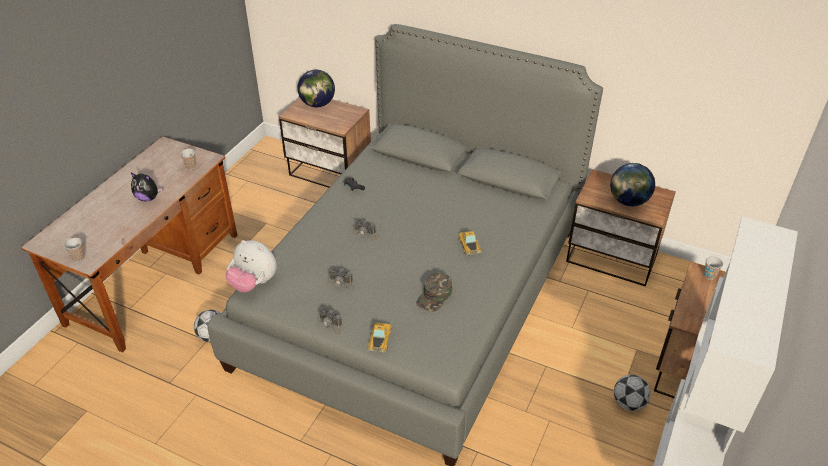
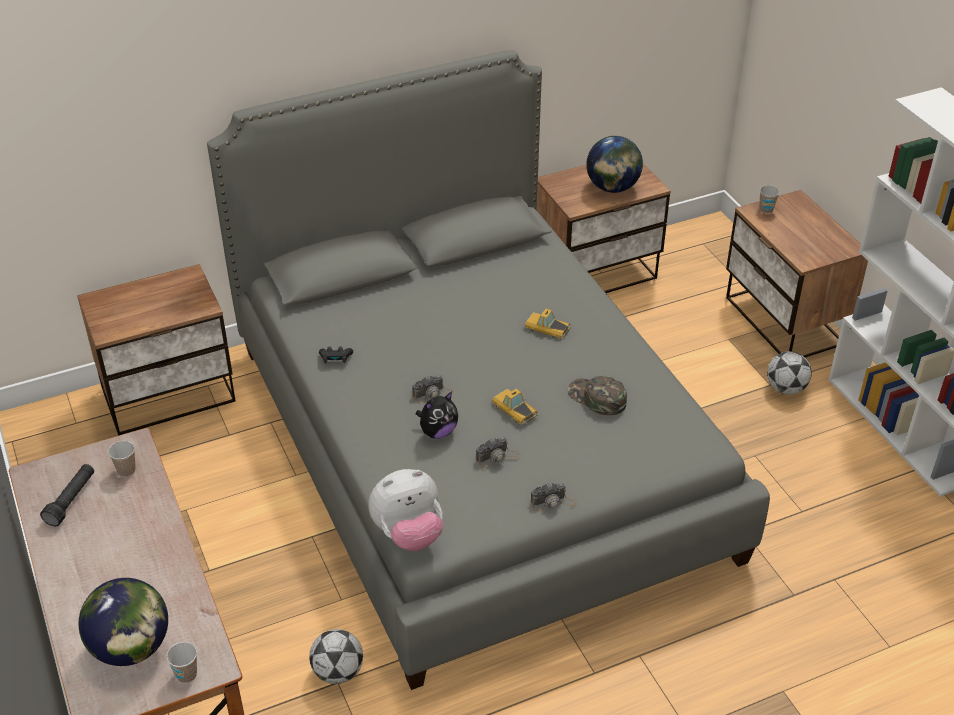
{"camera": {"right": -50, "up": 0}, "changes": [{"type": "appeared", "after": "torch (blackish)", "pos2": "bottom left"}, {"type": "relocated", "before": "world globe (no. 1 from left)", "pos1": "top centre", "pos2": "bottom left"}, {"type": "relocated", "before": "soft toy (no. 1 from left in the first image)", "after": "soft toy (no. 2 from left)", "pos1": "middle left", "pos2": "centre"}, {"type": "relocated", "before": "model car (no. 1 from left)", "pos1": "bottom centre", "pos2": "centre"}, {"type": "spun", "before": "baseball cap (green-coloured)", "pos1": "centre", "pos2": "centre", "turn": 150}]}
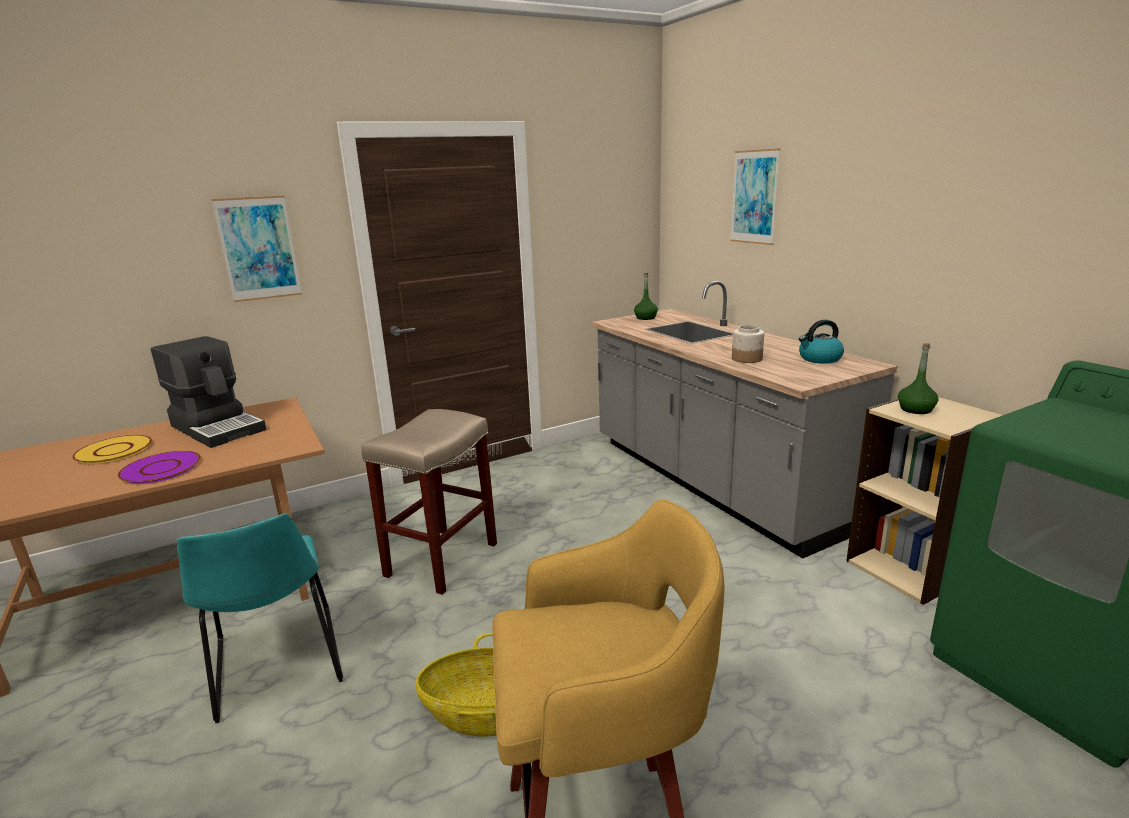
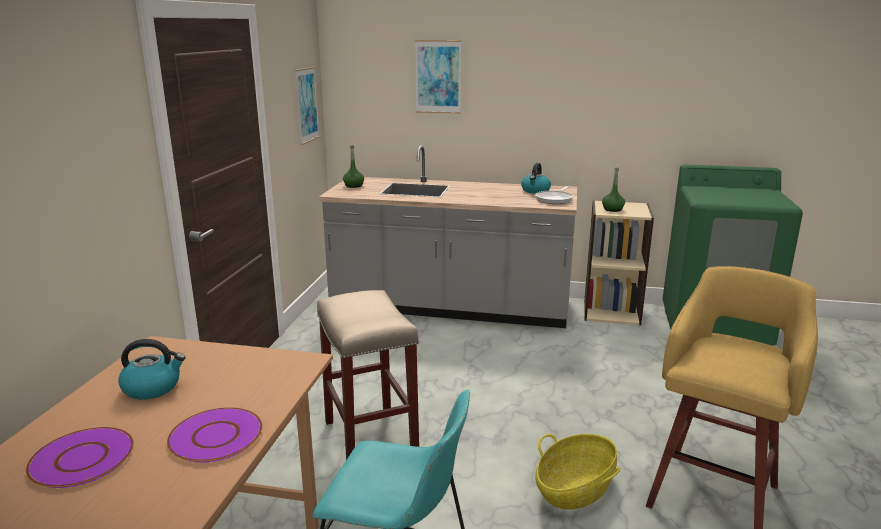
{"camera": {"right": -50, "up": 0}, "changes": [{"type": "colour", "before": "dinner plate (yellow)", "after": "dinner plate (purple-coloured) (no. 1 from left)", "pos1": "middle left", "pos2": "bottom left"}, {"type": "exchanged", "before": "coffee machine", "after": "tea kettle (no. 1 from left)", "pos1": "middle left", "pos2": "bottom left"}, {"type": "relocated", "before": "picture (no. 1 from left)", "pos1": "top left", "pos2": "top centre"}, {"type": "appeared", "after": "frying pan", "pos2": "centre"}, {"type": "missing", "before": "storage jar", "pos1": "centre"}]}
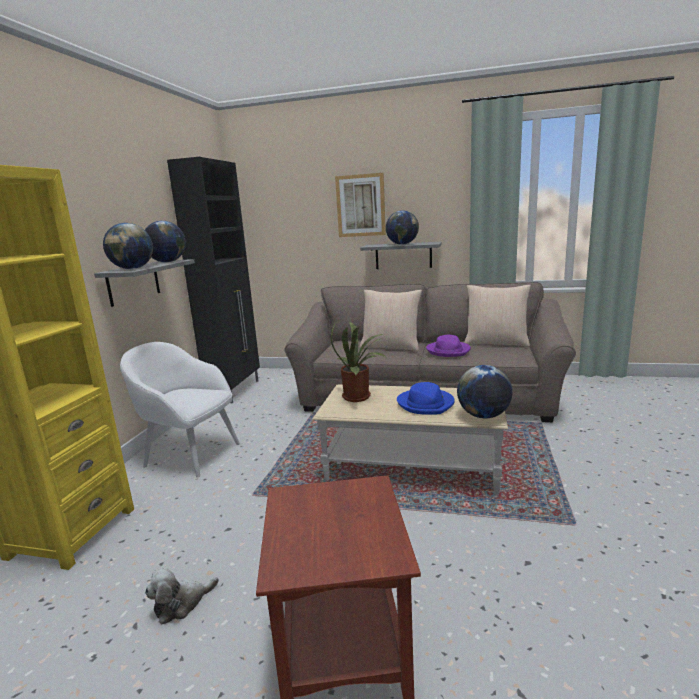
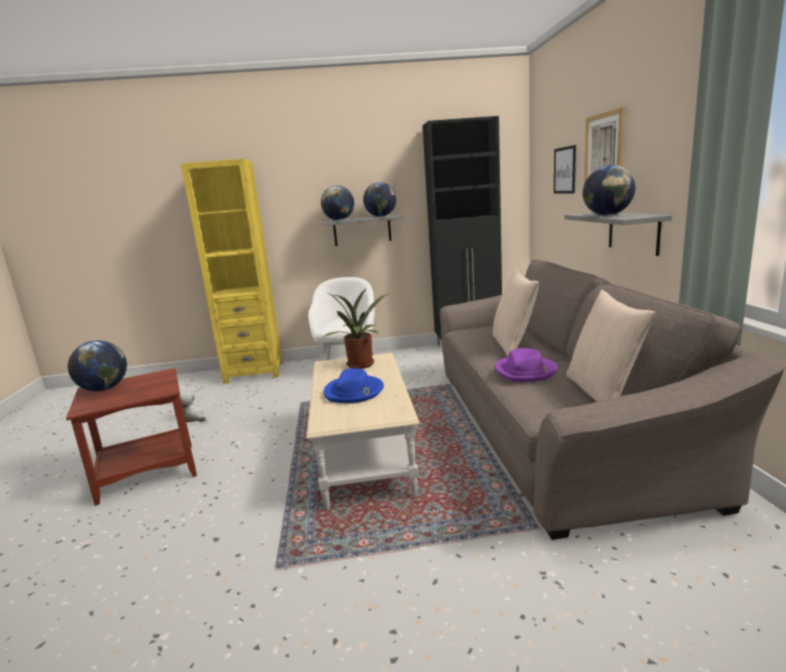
{"camera": {"right": 70, "up": 0}, "changes": [{"type": "relocated", "before": "world globe (no. 4 from left in the first image)", "after": "world globe (no. 1 from left)", "pos1": "middle right", "pos2": "middle left"}, {"type": "appeared", "after": "picture (no. 1 from left)", "pos2": "top right"}]}
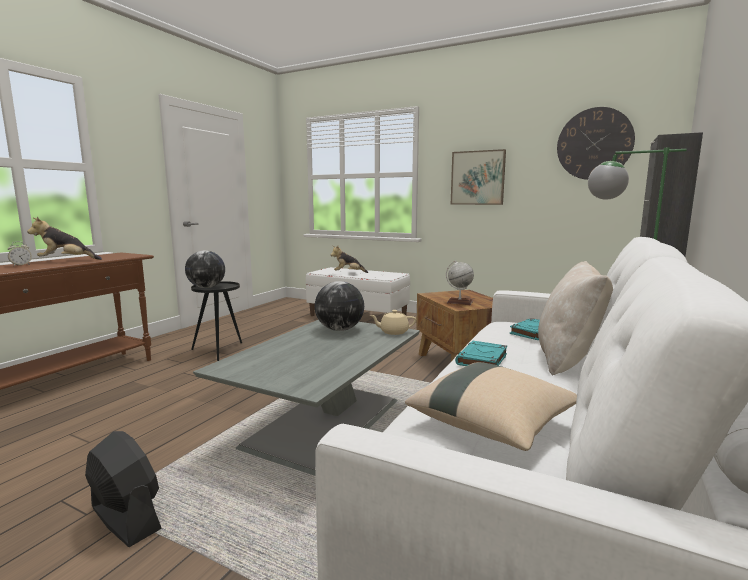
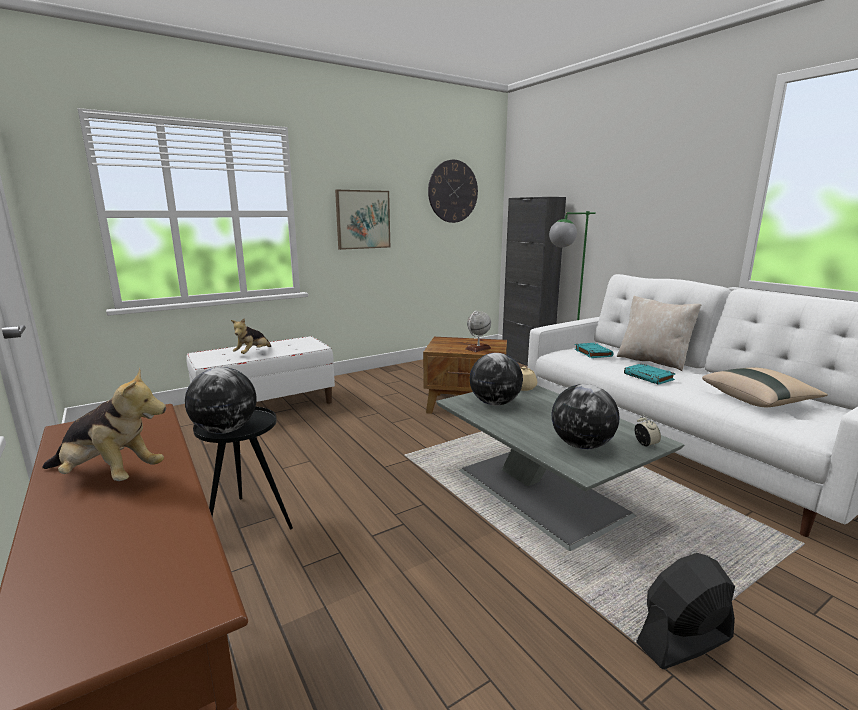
{"camera": {"right": -60, "up": 5}, "changes": [{"type": "spun", "before": "soft toy (no. 1 from left)", "pos1": "middle left", "pos2": "middle left", "turn": -90}, {"type": "appeared", "after": "world globe (no. 4 from left)", "pos2": "middle right"}, {"type": "relocated", "before": "table clock", "pos1": "middle left", "pos2": "middle right"}]}
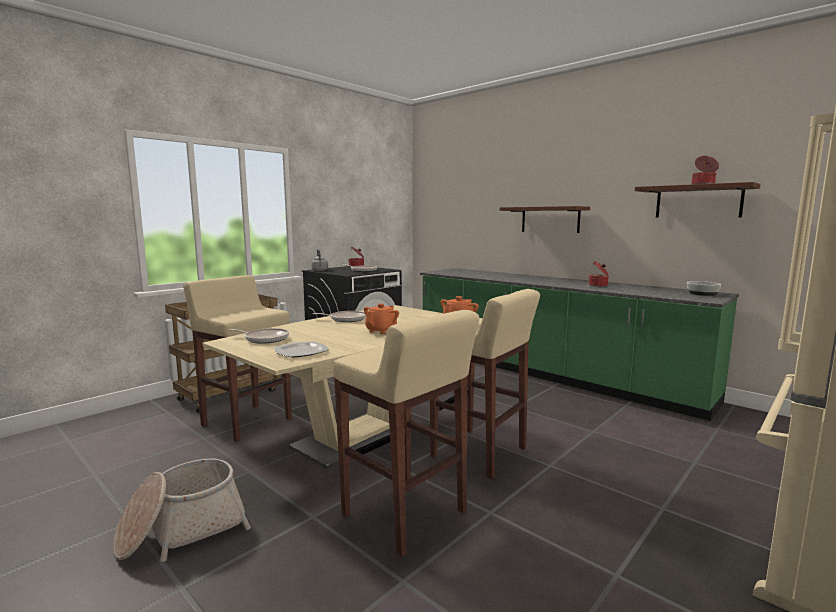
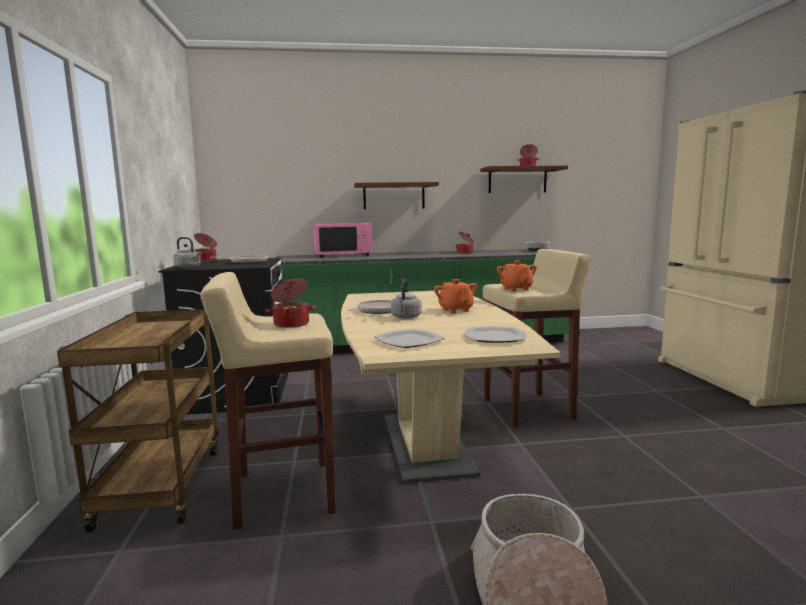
{"camera": {"right": -50, "up": 0}, "changes": [{"type": "appeared", "after": "saucepot (no. 2 from left)", "pos2": "centre"}, {"type": "appeared", "after": "microwave oven (pink)", "pos2": "centre"}, {"type": "exchanged", "before": "frying pan (no. 1 from left)", "after": "dinner plate (no. 1 from left)", "pos1": "middle left", "pos2": "centre"}, {"type": "appeared", "after": "tea kettle (grey) (no. 2 from left)", "pos2": "centre"}, {"type": "missing", "before": "stool (sand-coloured) (no. 2 from left)", "pos1": "bottom centre"}]}
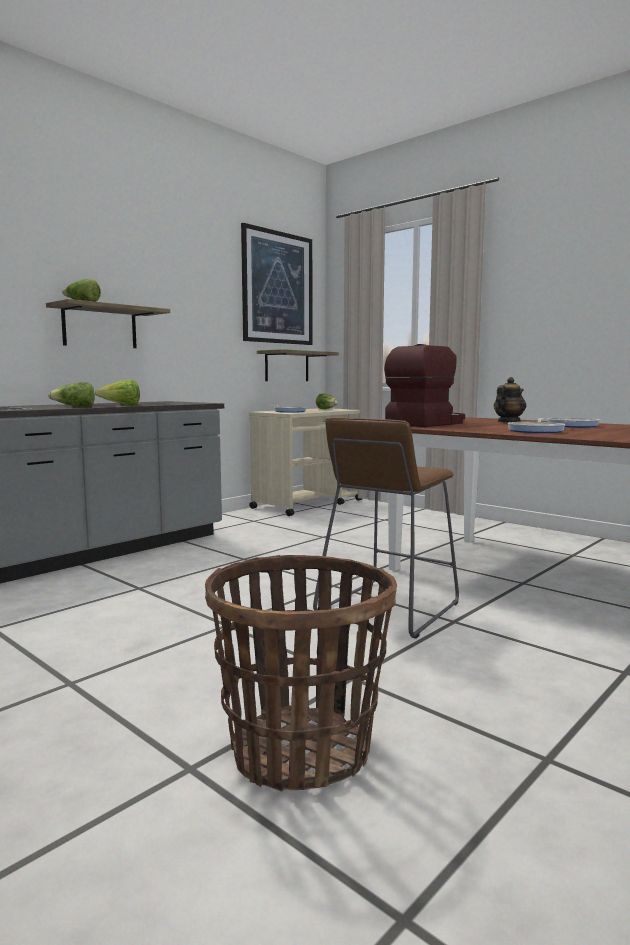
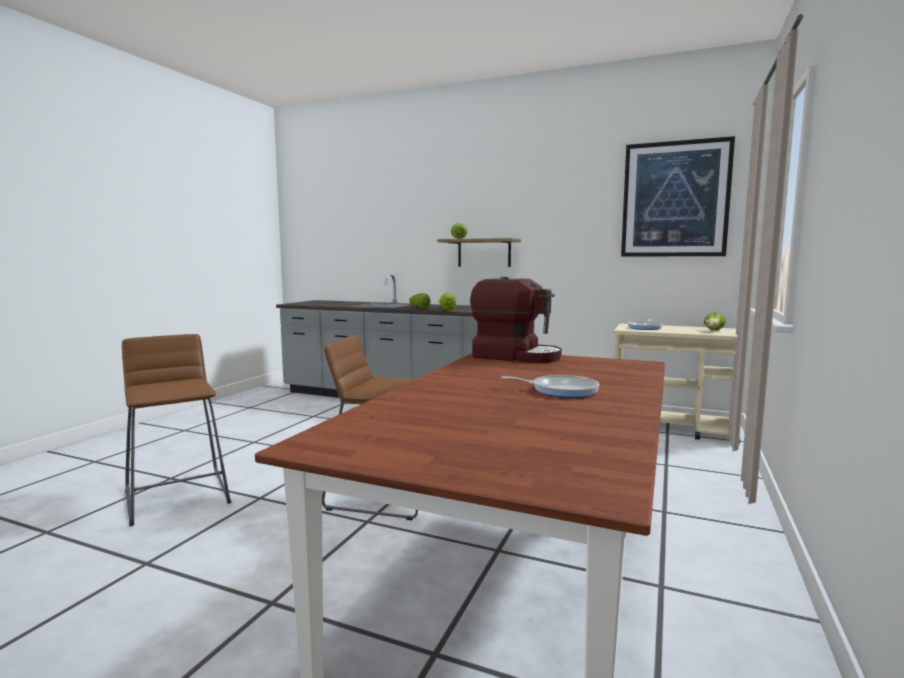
{"camera": {"right": 70, "up": 0}, "changes": [{"type": "exchanged", "before": "basket", "after": "stool (brown-coloured) (no. 1 from left)", "pos1": "bottom centre", "pos2": "middle left"}, {"type": "missing", "before": "wall shelf (no. 2 from left)", "pos1": "centre"}, {"type": "missing", "before": "pot for tea", "pos1": "middle right"}, {"type": "missing", "before": "frying pan (no. 2 from left)", "pos1": "middle right"}]}
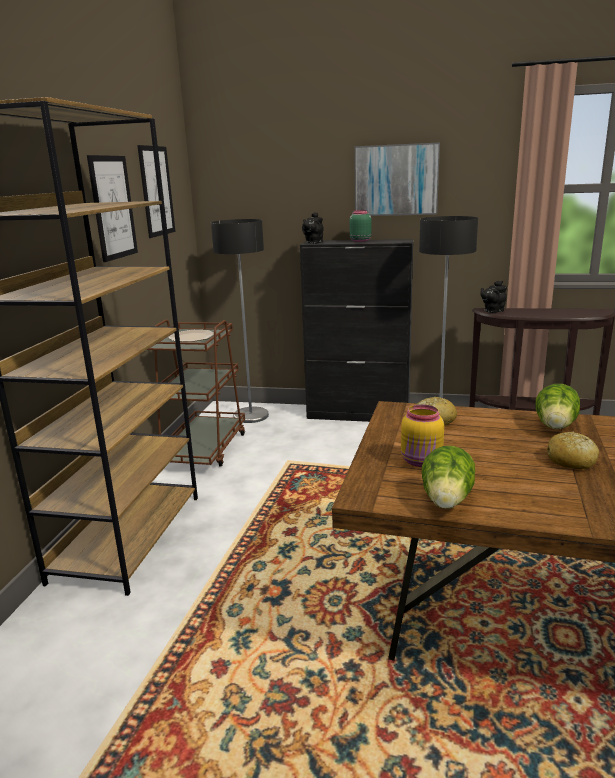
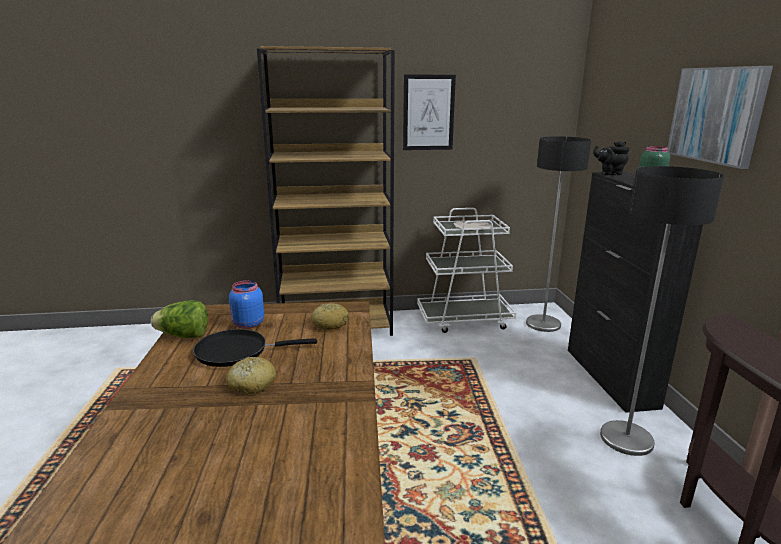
{"camera": {"right": 70, "up": 0}, "changes": [{"type": "appeared", "after": "frying pan (blackish)", "pos2": "middle left"}, {"type": "colour", "before": "storage jar (yellow)", "after": "storage jar (blue)", "pos1": "middle right", "pos2": "middle left"}, {"type": "colour", "before": "trolley (brown-coloured)", "after": "trolley (white-coloured)", "pos1": "middle left", "pos2": "centre"}, {"type": "missing", "before": "picture (no. 2 from left)", "pos1": "top left"}, {"type": "missing", "before": "pot for tea (blackish) (no. 2 from left)", "pos1": "middle right"}, {"type": "missing", "before": "lettuce (no. 2 from left)", "pos1": "middle right"}]}
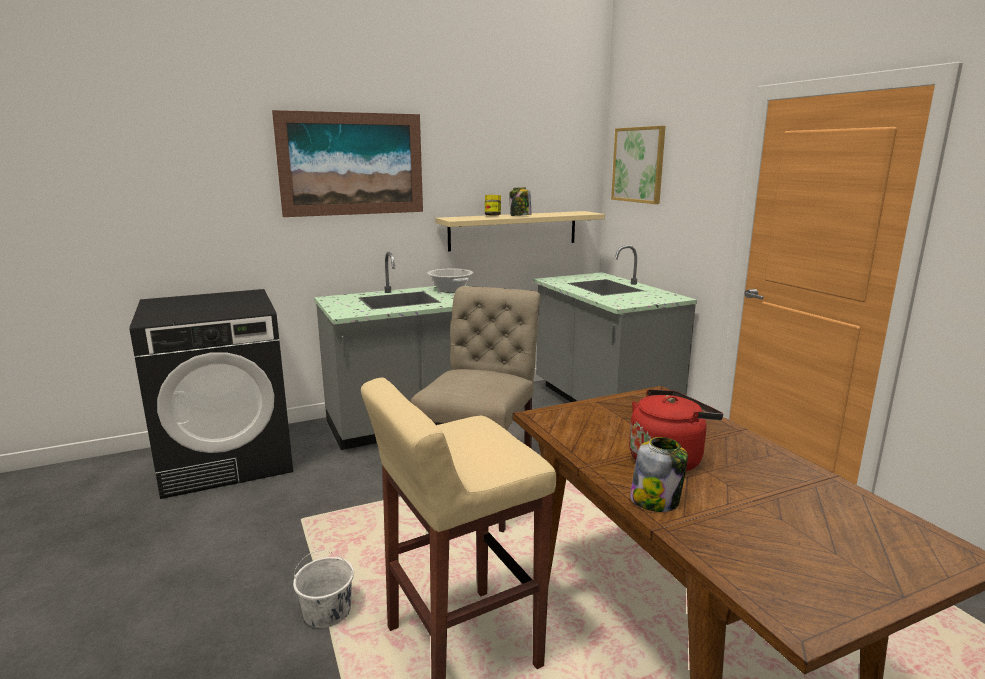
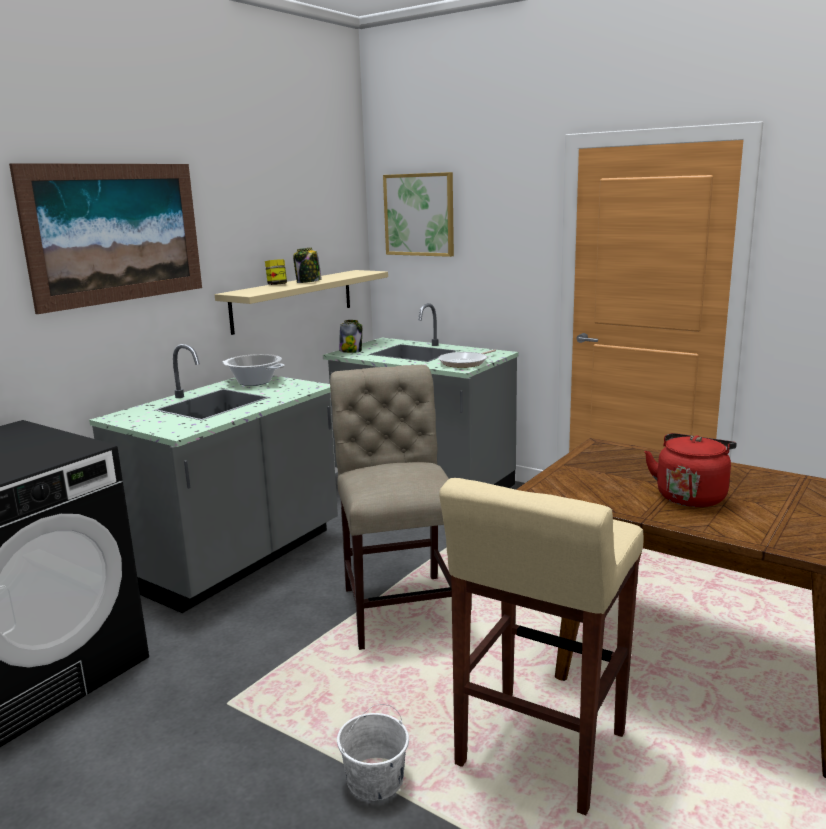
{"camera": {"right": -30, "up": 0}, "changes": [{"type": "relocated", "before": "storage jar (no. 3 from left)", "pos1": "bottom right", "pos2": "centre"}, {"type": "appeared", "after": "frying pan", "pos2": "centre"}]}
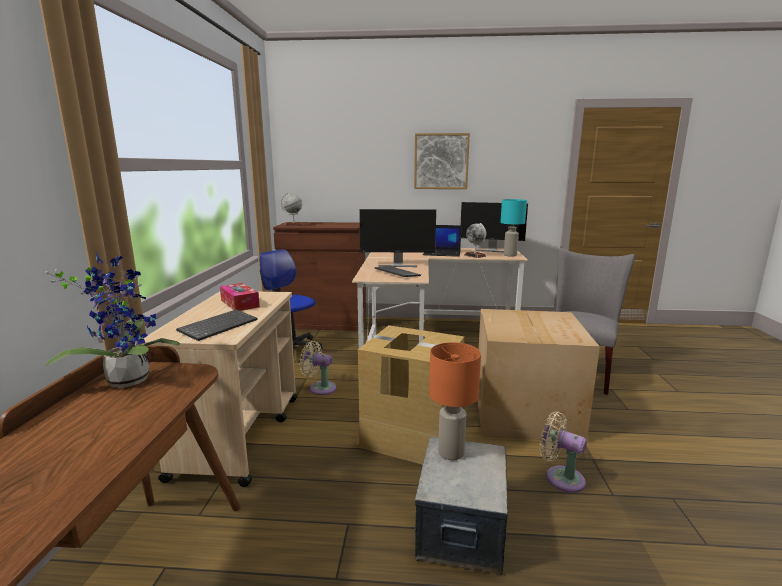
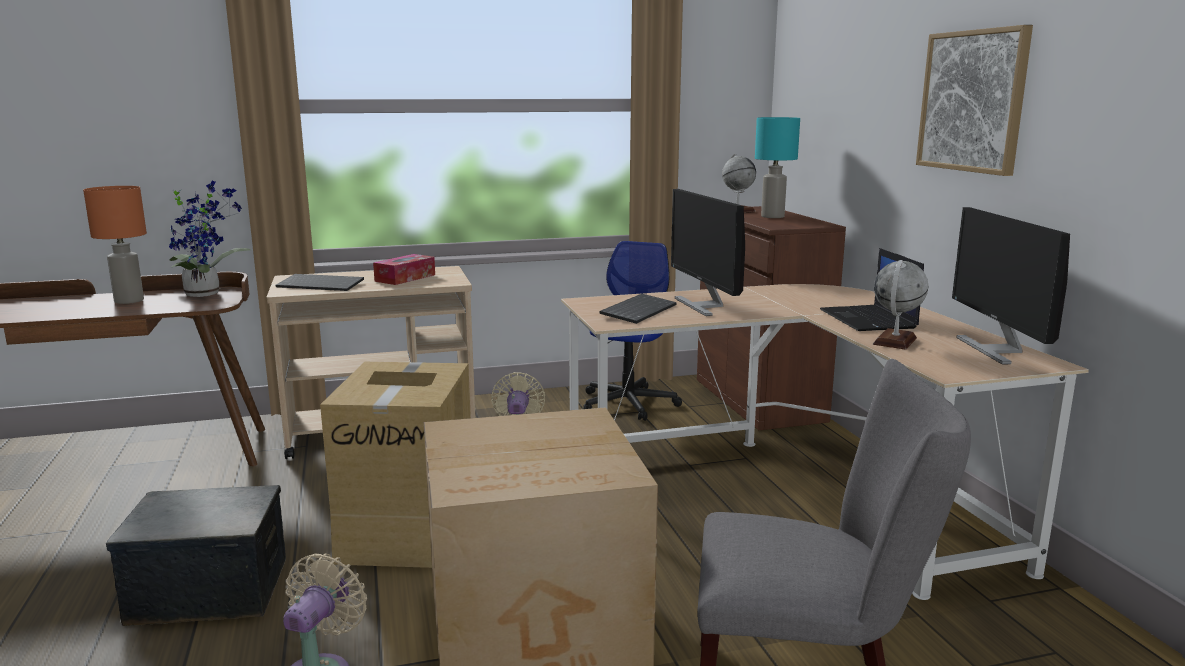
{"camera": {"right": 70, "up": 0}, "changes": [{"type": "relocated", "before": "lamp for a table (orangey)", "pos1": "bottom centre", "pos2": "middle left"}, {"type": "relocated", "before": "lamp for a table (blue-green)", "pos1": "centre", "pos2": "top centre"}]}
